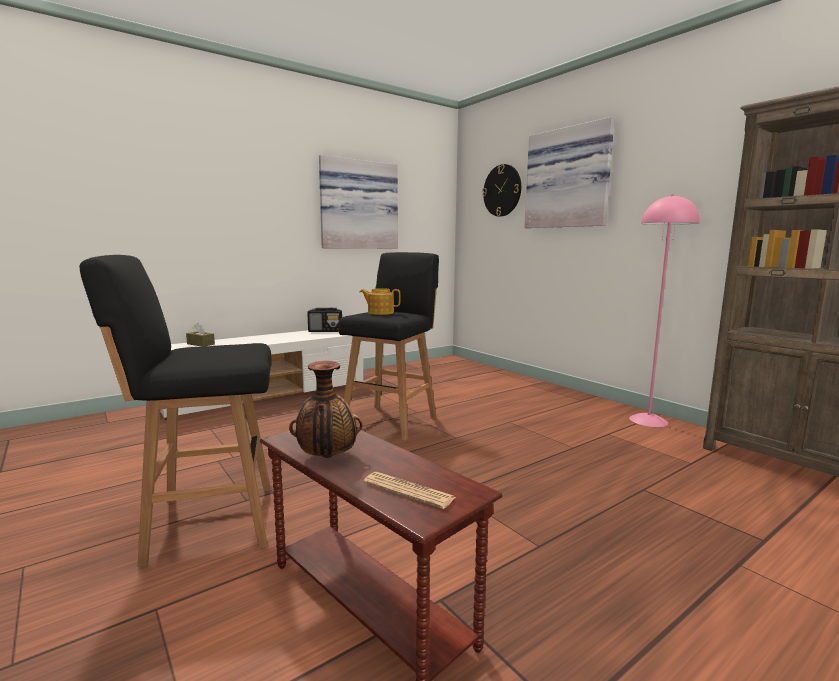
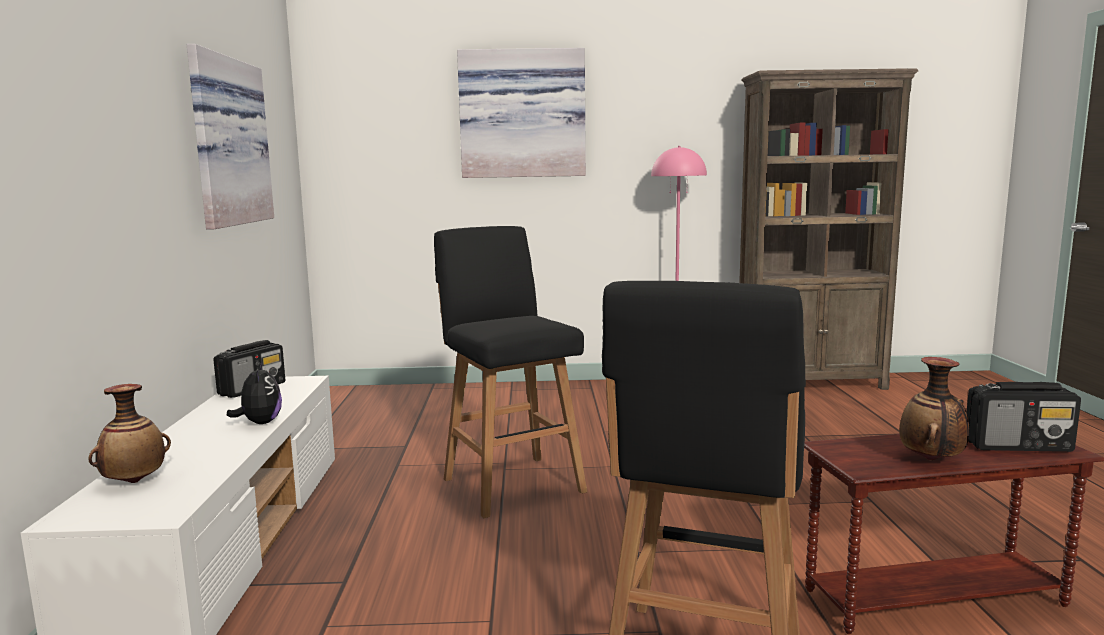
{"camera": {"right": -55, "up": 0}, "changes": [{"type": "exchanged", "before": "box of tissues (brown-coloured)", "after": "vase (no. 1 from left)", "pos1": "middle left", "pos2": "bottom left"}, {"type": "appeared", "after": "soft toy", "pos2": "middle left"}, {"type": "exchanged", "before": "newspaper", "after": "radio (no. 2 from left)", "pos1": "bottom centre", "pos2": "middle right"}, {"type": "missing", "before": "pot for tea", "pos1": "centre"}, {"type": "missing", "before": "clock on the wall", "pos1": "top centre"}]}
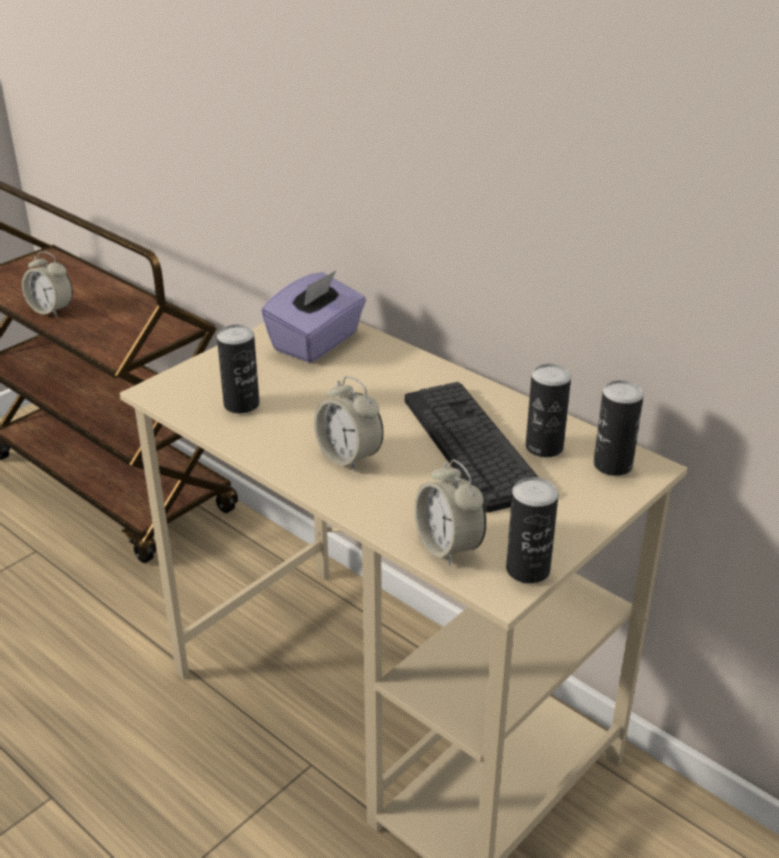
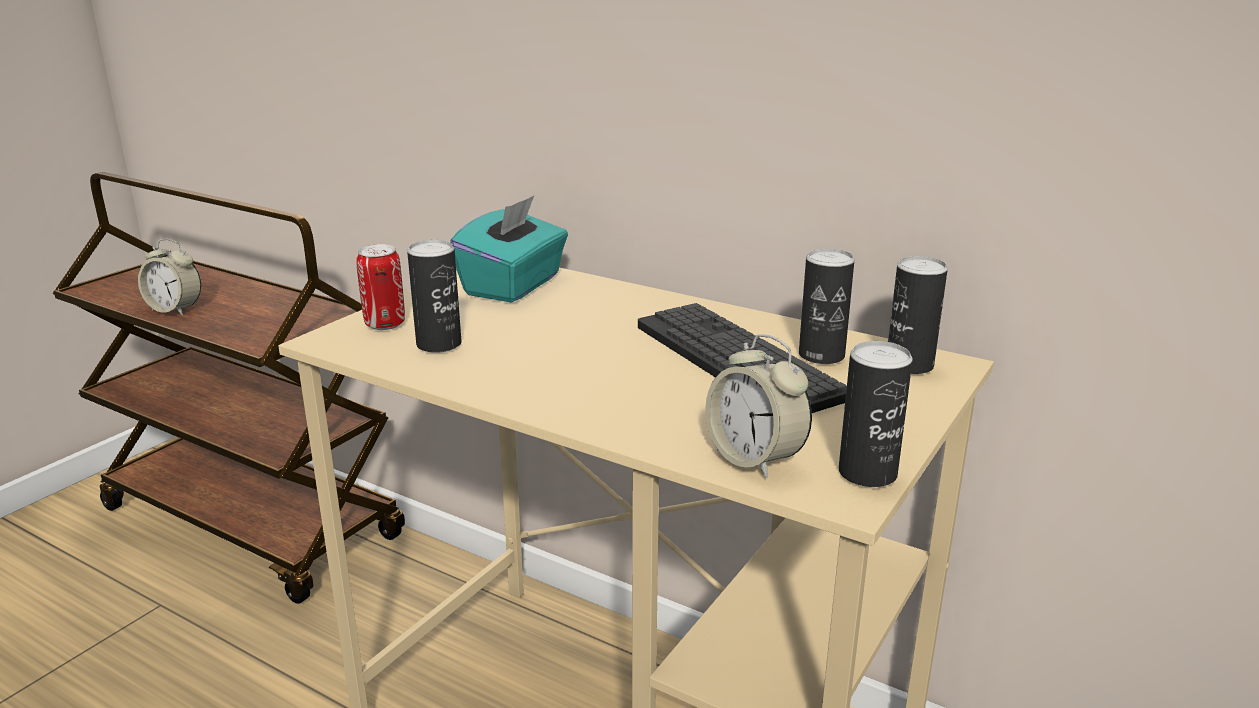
{"camera": {"right": -10, "up": -10}, "changes": [{"type": "appeared", "after": "can (no. 1 from left)", "pos2": "middle left"}, {"type": "colour", "before": "box of tissues (purple-coloured)", "after": "box of tissues (blue-green)", "pos1": "centre", "pos2": "centre"}, {"type": "missing", "before": "table clock (no. 2 from left)", "pos1": "centre"}]}
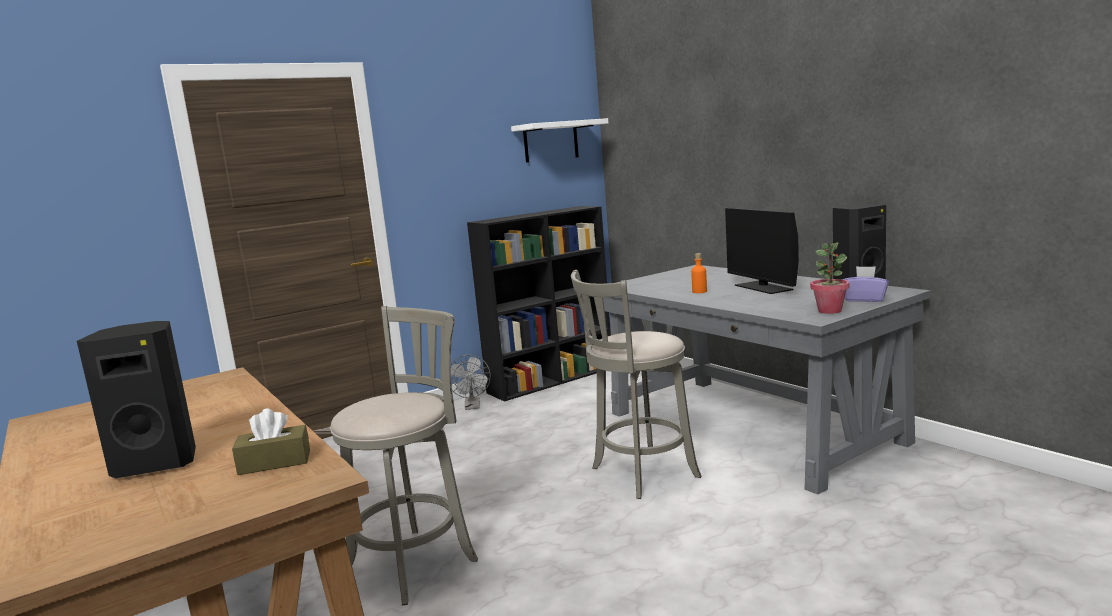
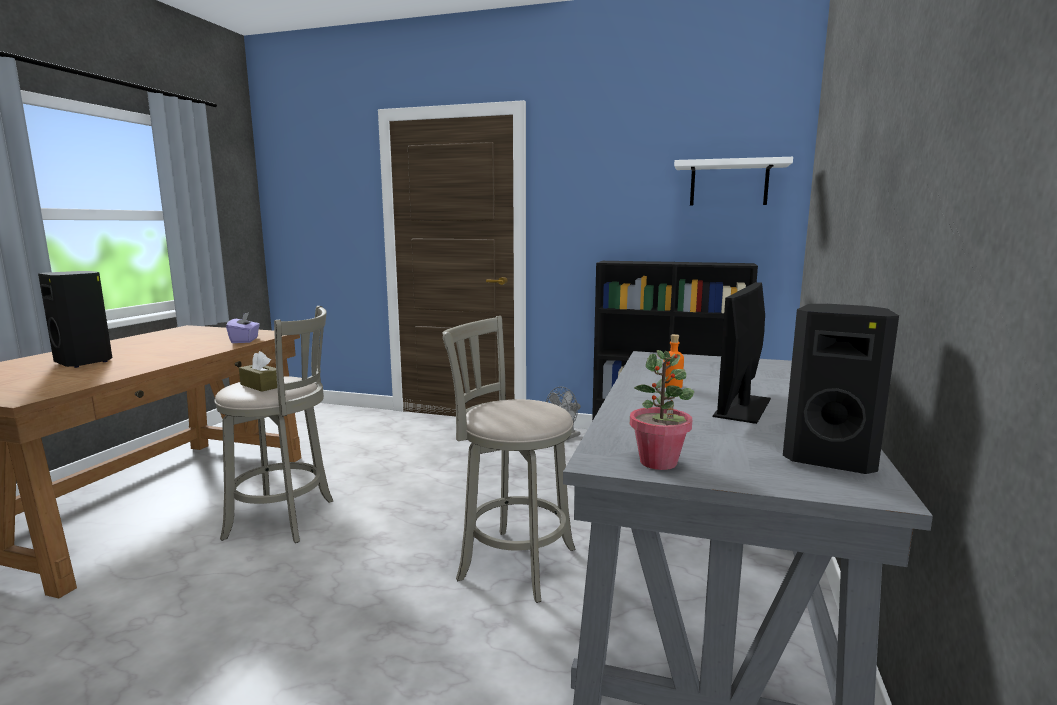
{"camera": {"right": 50, "up": 0}, "changes": [{"type": "relocated", "before": "box of tissues (purple-coloured)", "pos1": "middle right", "pos2": "middle left"}, {"type": "relocated", "before": "box of tissues (brown-coloured)", "pos1": "bottom left", "pos2": "middle left"}]}
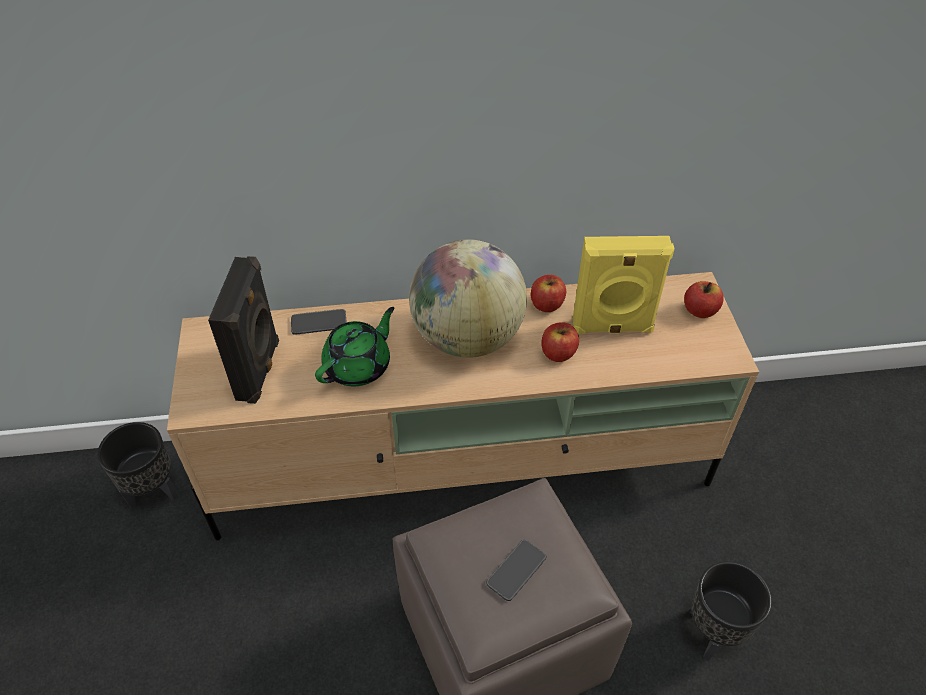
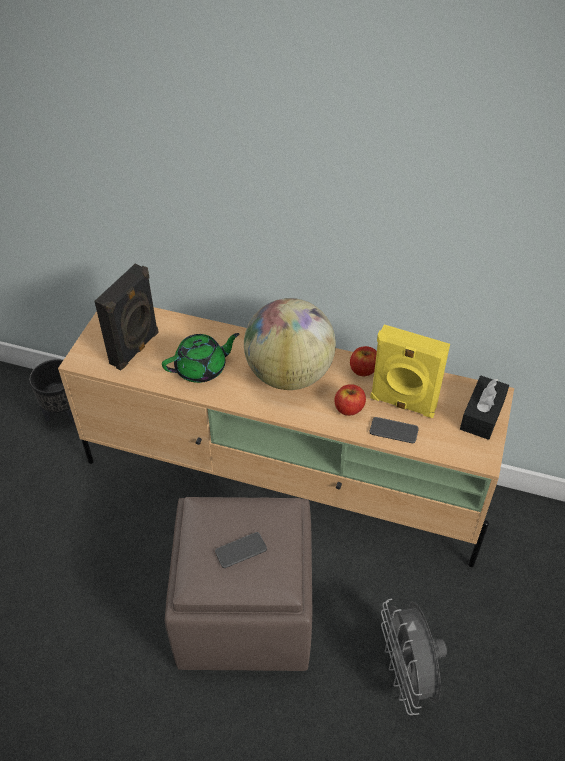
{"camera": {"right": 25, "up": 0}, "changes": [{"type": "relocated", "before": "telephone (no. 1 from left in the first image)", "after": "telephone (no. 2 from left)", "pos1": "centre", "pos2": "middle right"}, {"type": "exchanged", "before": "planter (blackish) (no. 2 from left)", "after": "electric fan (grey)", "pos1": "bottom right", "pos2": "bottom right"}, {"type": "exchanged", "before": "apple (no. 3 from left)", "after": "box of tissues (blackish)", "pos1": "middle right", "pos2": "middle right"}]}
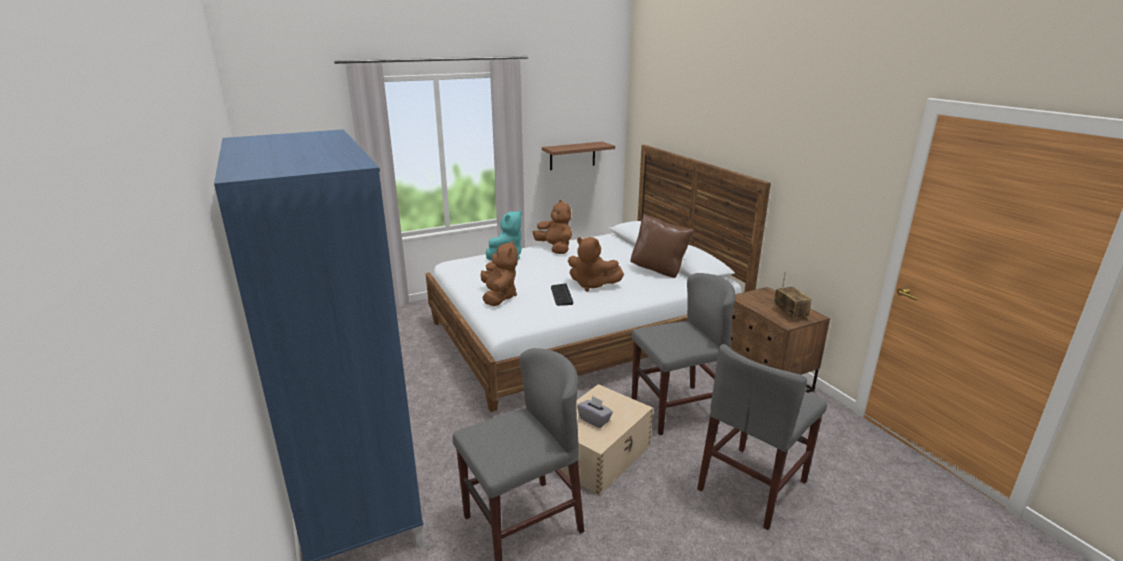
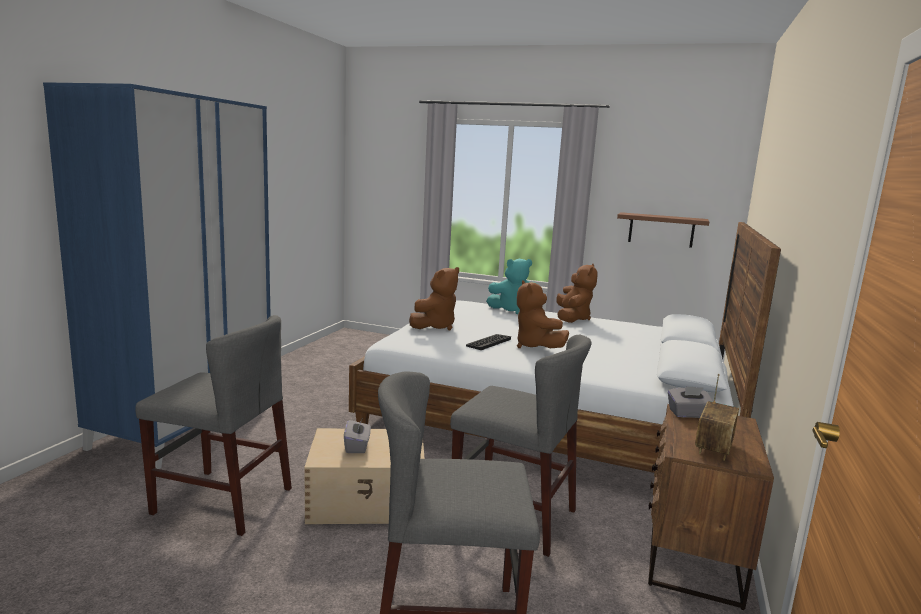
{"camera": {"right": 45, "up": -10}, "changes": [{"type": "appeared", "after": "box of tissues (grey) (no. 2 from left)", "pos2": "middle right"}, {"type": "missing", "before": "throw pillow (brown-coloured)", "pos1": "centre"}]}
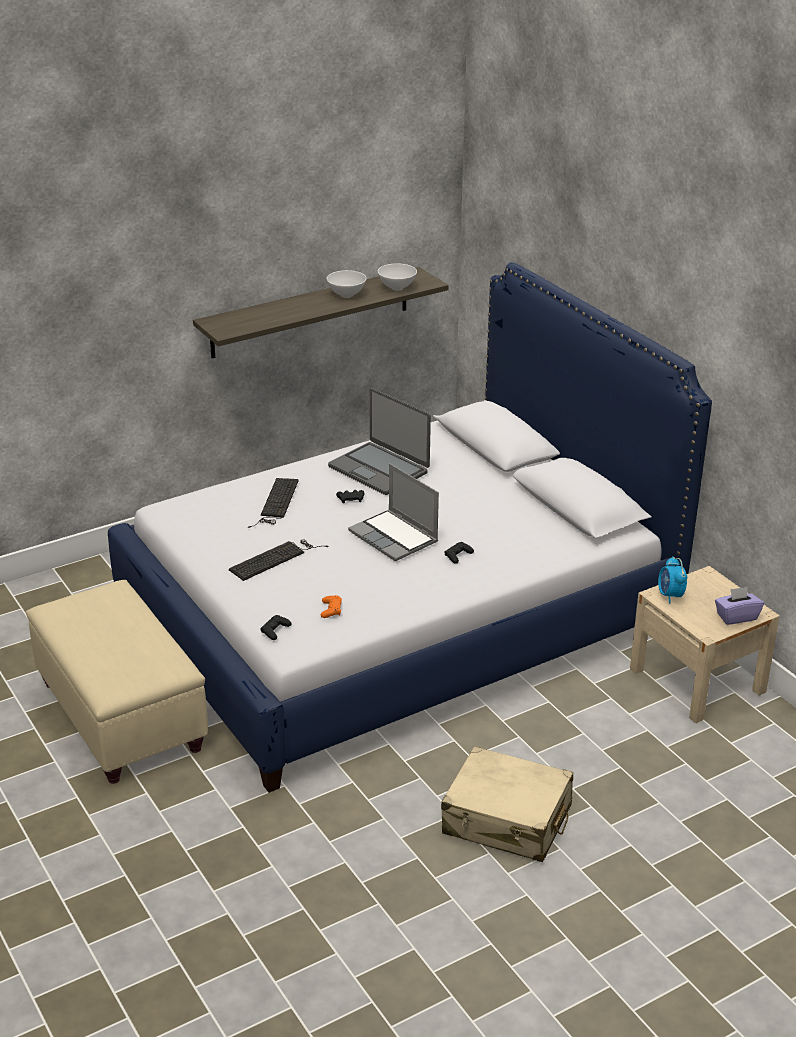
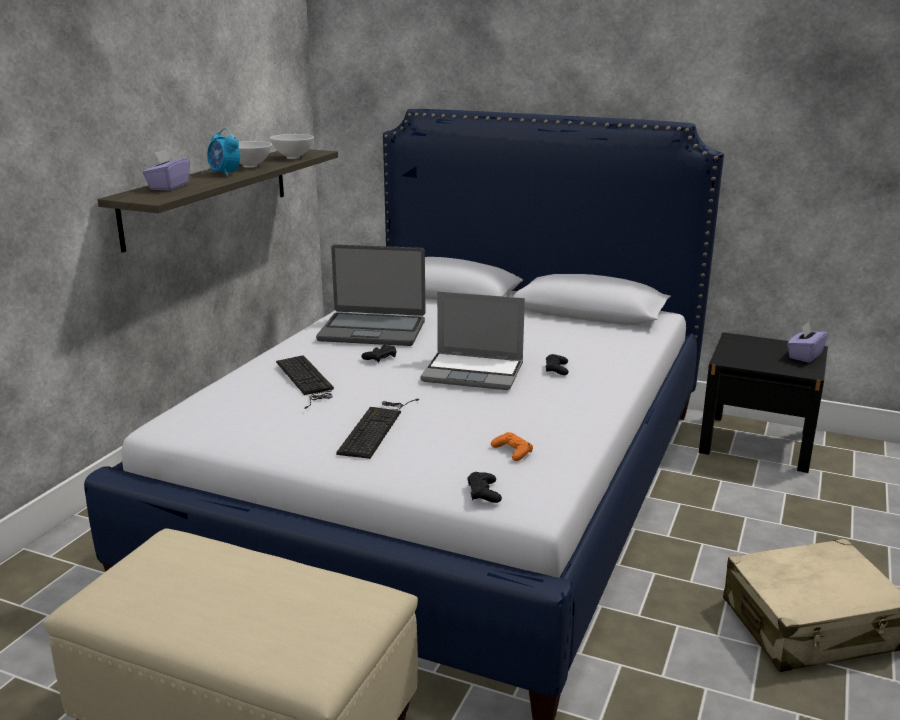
{"camera": {"right": -35, "up": -10}, "changes": [{"type": "appeared", "after": "box of tissues (purple-coloured) (no. 1 from left)", "pos2": "top left"}, {"type": "relocated", "before": "table clock", "pos1": "middle right", "pos2": "top left"}, {"type": "colour", "before": "nightstand (sand-coloured)", "after": "nightstand (blackish)", "pos1": "middle right", "pos2": "middle right"}]}
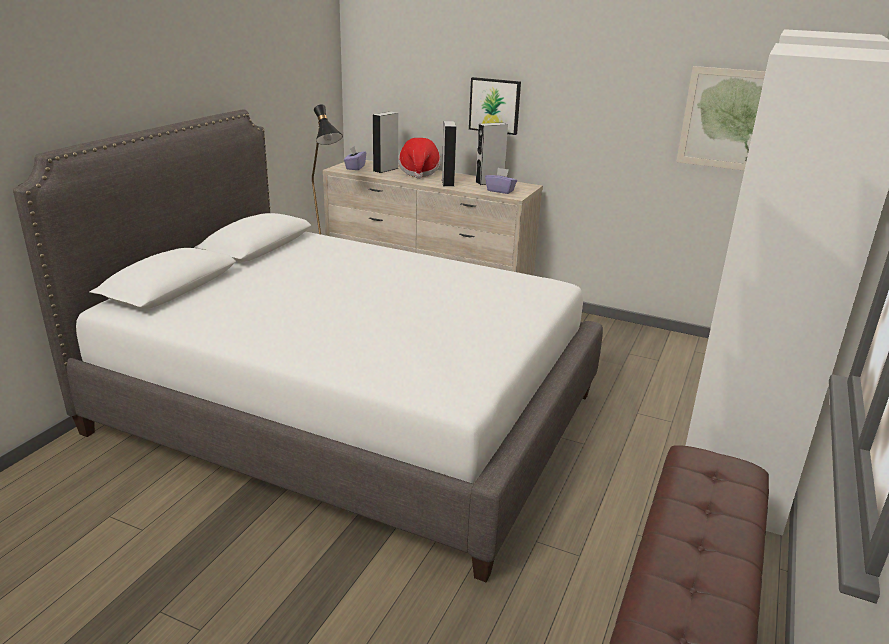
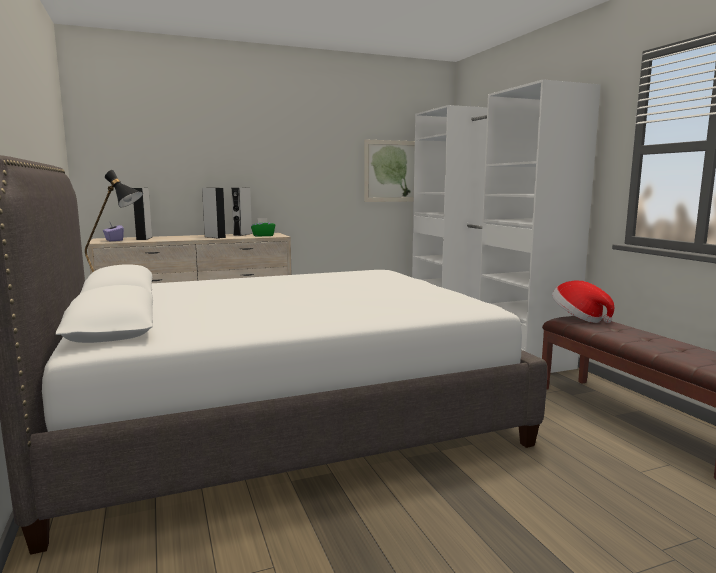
{"camera": {"right": -45, "up": -15}, "changes": [{"type": "colour", "before": "box of tissues (purple-coloured) (no. 2 from left)", "after": "box of tissues (green-coloured)", "pos1": "top centre", "pos2": "centre"}, {"type": "relocated", "before": "wearable hat", "pos1": "top centre", "pos2": "middle right"}, {"type": "missing", "before": "picture (no. 1 from left)", "pos1": "top centre"}]}
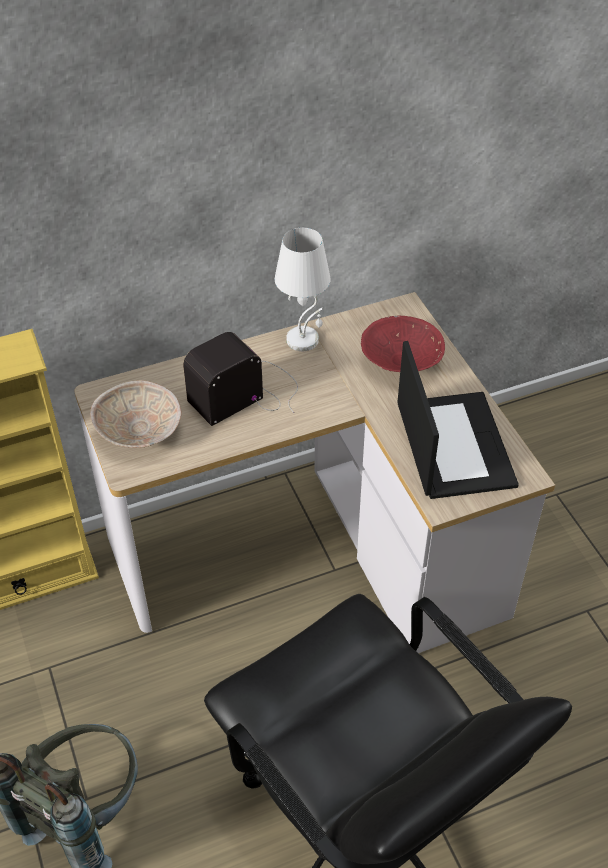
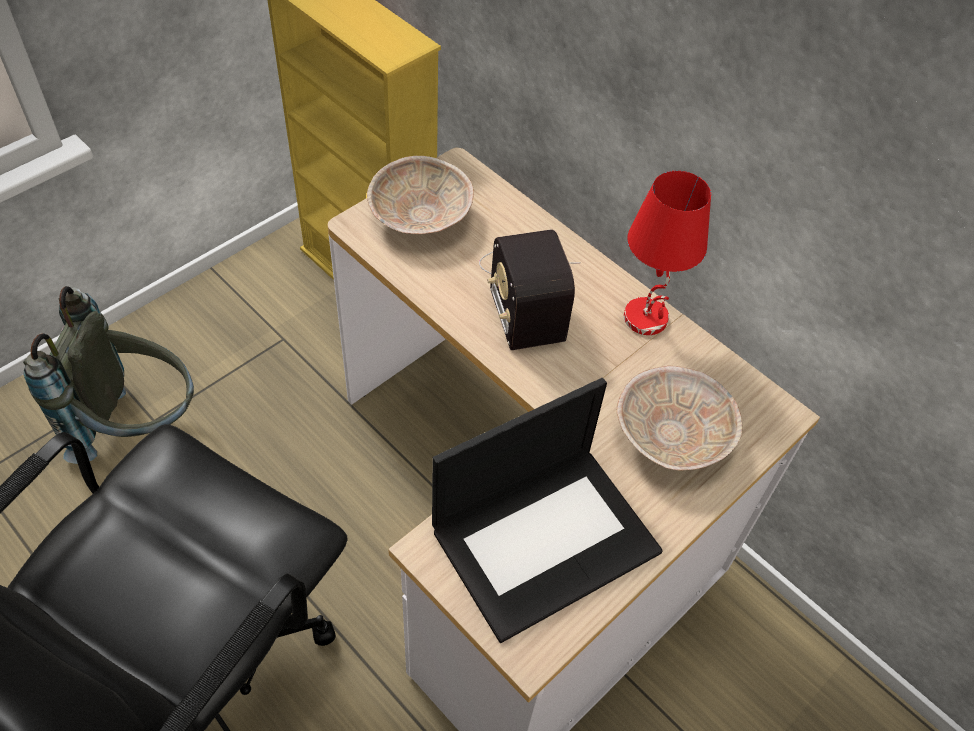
{"camera": {"right": 65, "up": 5}, "changes": [{"type": "spun", "before": "radio", "pos1": "centre", "pos2": "centre", "turn": -135}, {"type": "colour", "before": "serving bowl (red-coloured)", "after": "serving bowl (sand-coloured) (no. 2 from left)", "pos1": "centre", "pos2": "middle right"}, {"type": "colour", "before": "lamp for a table (white-coloured)", "after": "lamp for a table (red-coloured)", "pos1": "top centre", "pos2": "middle right"}]}
